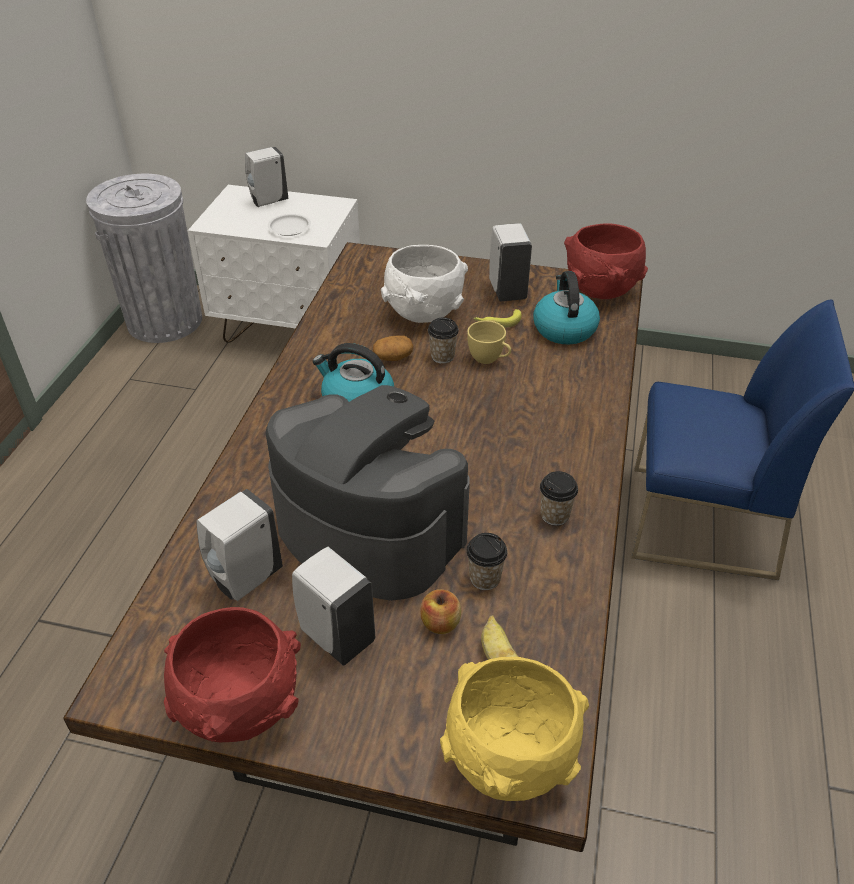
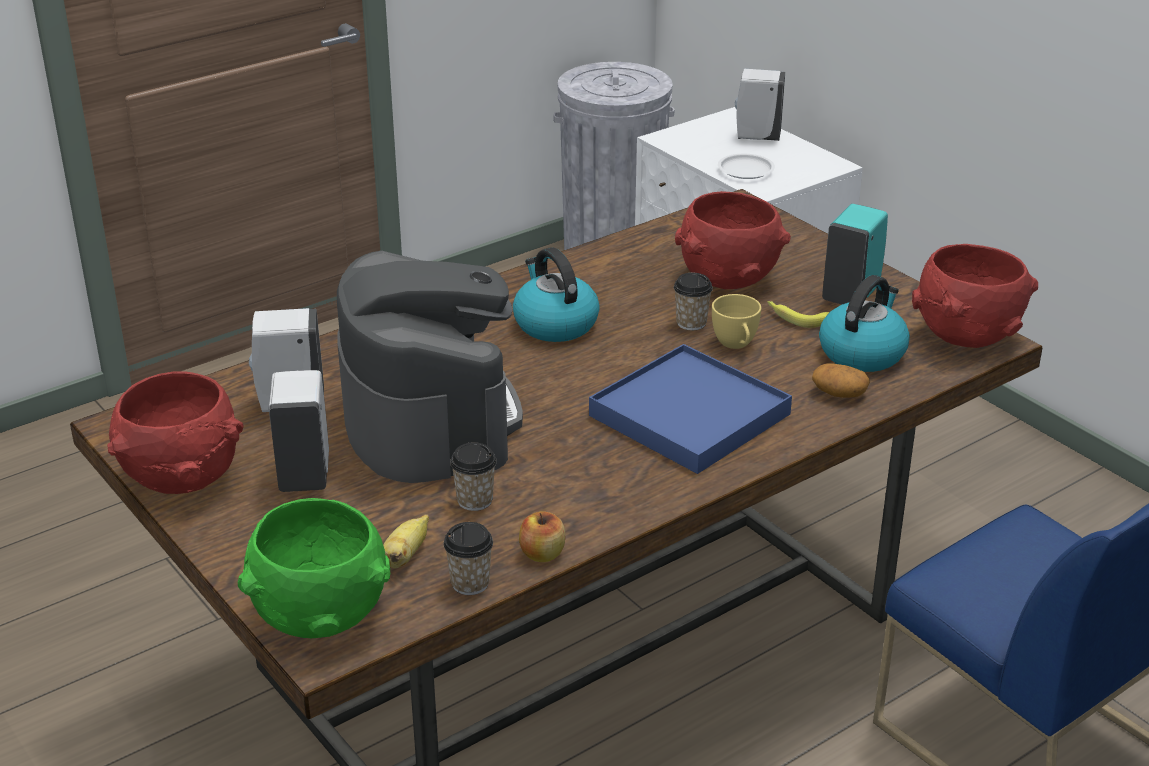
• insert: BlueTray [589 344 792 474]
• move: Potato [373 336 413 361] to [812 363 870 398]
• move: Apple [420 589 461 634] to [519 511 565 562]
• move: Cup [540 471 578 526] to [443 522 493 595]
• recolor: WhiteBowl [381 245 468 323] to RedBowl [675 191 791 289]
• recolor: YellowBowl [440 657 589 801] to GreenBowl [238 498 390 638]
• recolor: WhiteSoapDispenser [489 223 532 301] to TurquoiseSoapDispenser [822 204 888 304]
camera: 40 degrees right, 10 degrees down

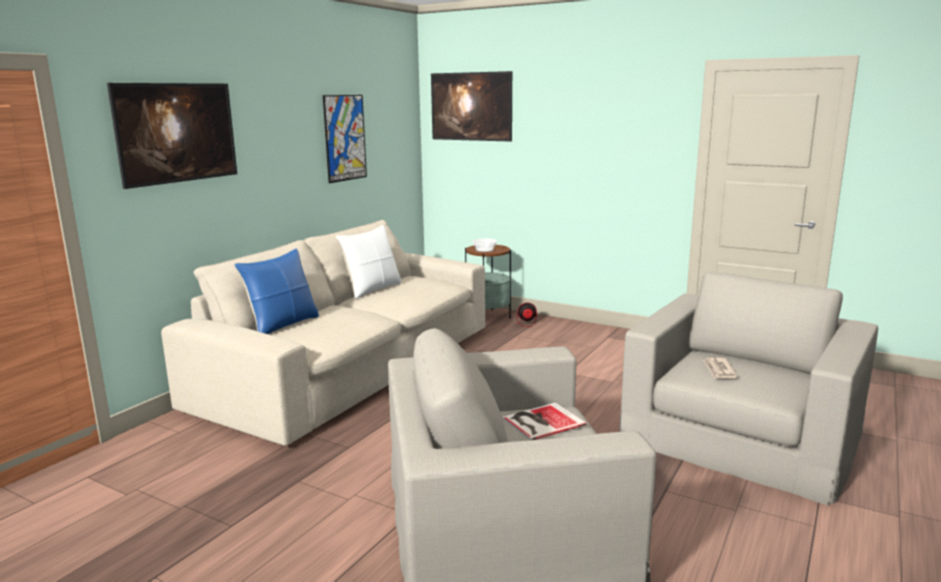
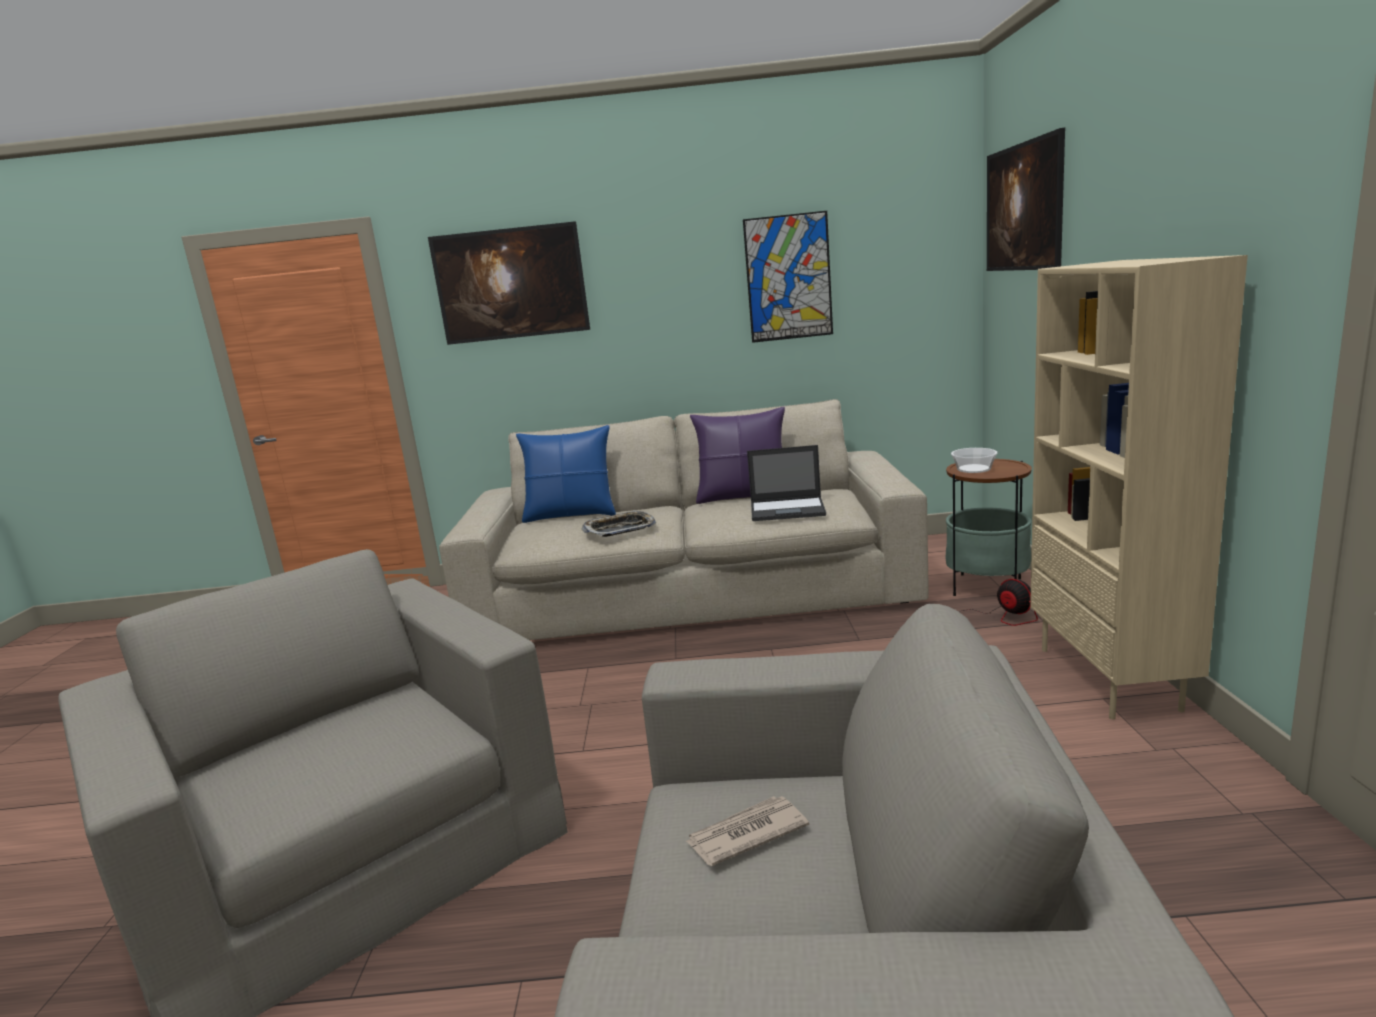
• delete: Book [502 403 586 440]
• insert: Tray [581 510 656 537]
• insert: Laptop [747 445 826 521]
• insert: BeigeBookcase [1030 255 1248 719]
• recolor: WhitePillow [336 225 401 299] to PurplePillow [690 407 785 504]
camera: 60 degrees right, 0 degrees up

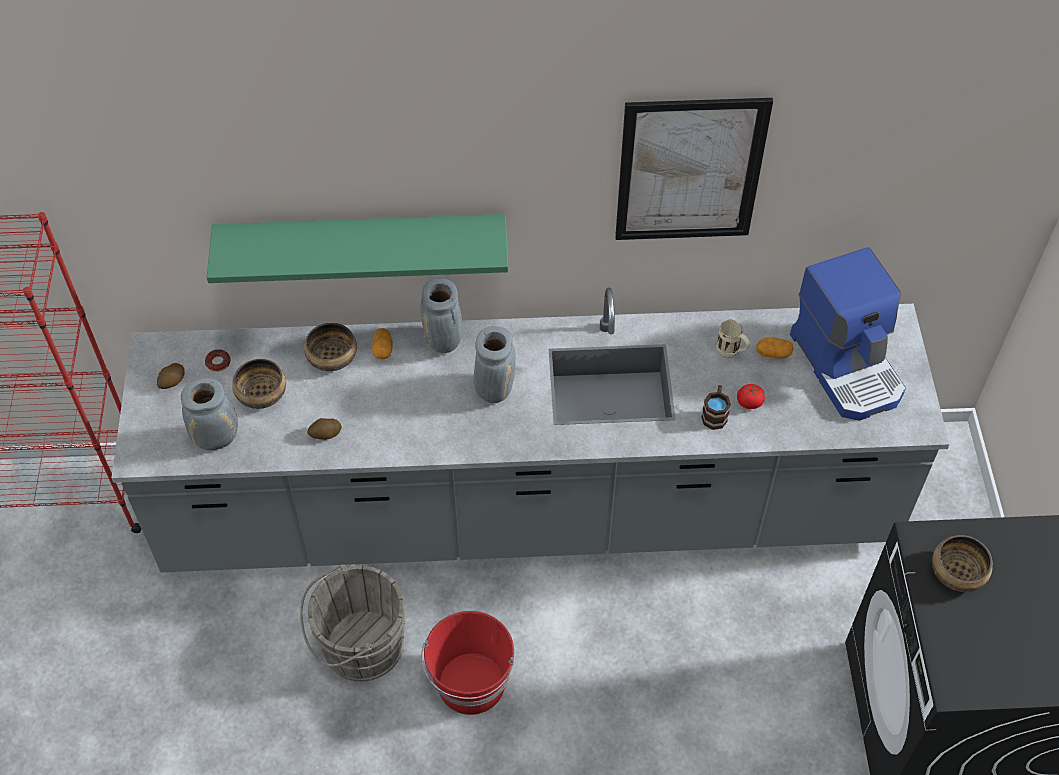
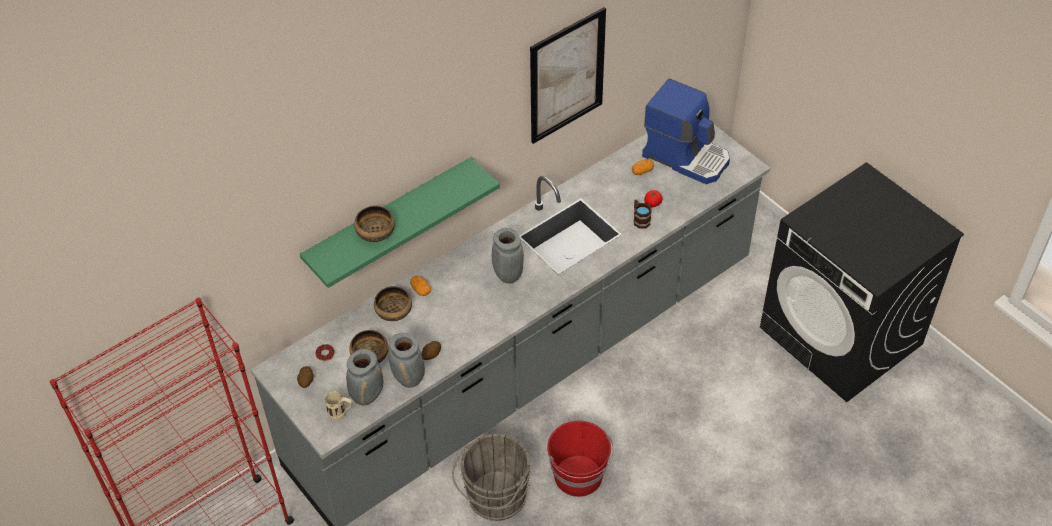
• move: GreyVase [420 278 463 353] to [388 333 425 388]
• move: BeigeMug [716 320 750 359] to [325 391 352 420]
• move: Bowl [932 535 992 592] to [354 206 395 242]
camera: 35 degrees left, 5 degrees down

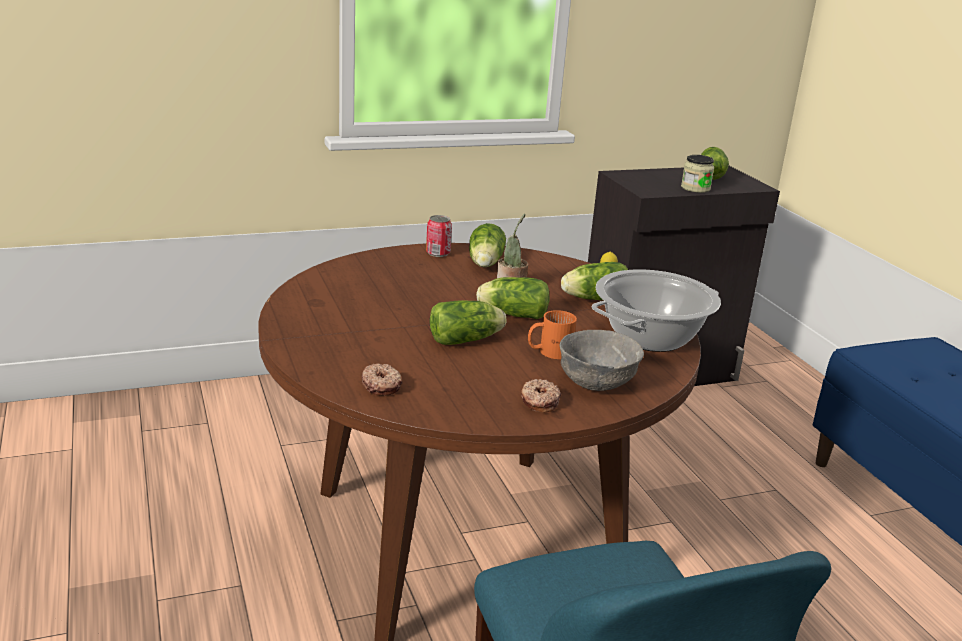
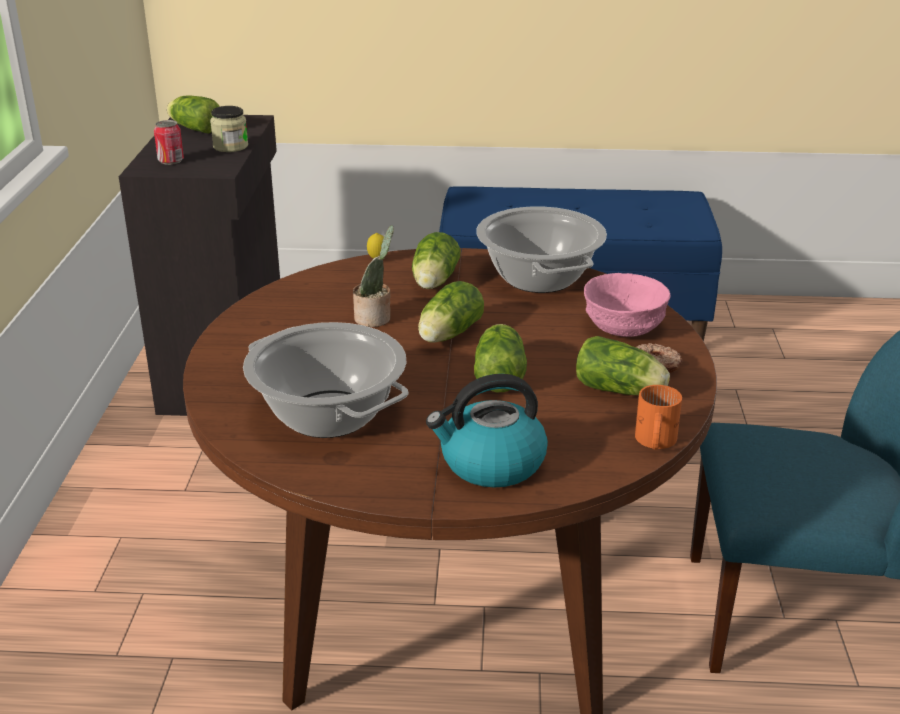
• delete: Donut [362 363 402 396]
• insert: CookingPot [243 322 409 438]
• insert: Kettle [426 374 548 488]
• move: Can [426 215 452 257] to [154 120 184 165]
• move: Lettuce [469 223 506 267] to [576 336 670 395]
• move: OrangeMug [528 310 577 359] to [635 385 682 450]
• recolor: GreyBowl [559 330 644 391] to PinkBowl [584 273 671 337]
camera: 65 degrees left, 5 degrees up

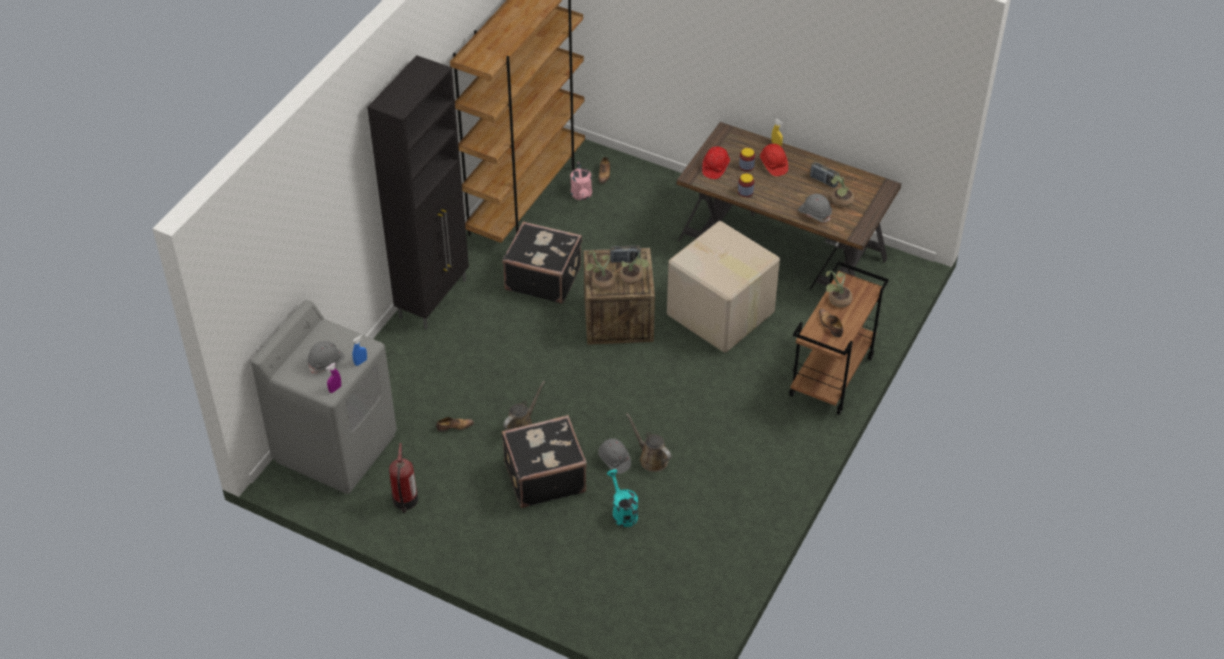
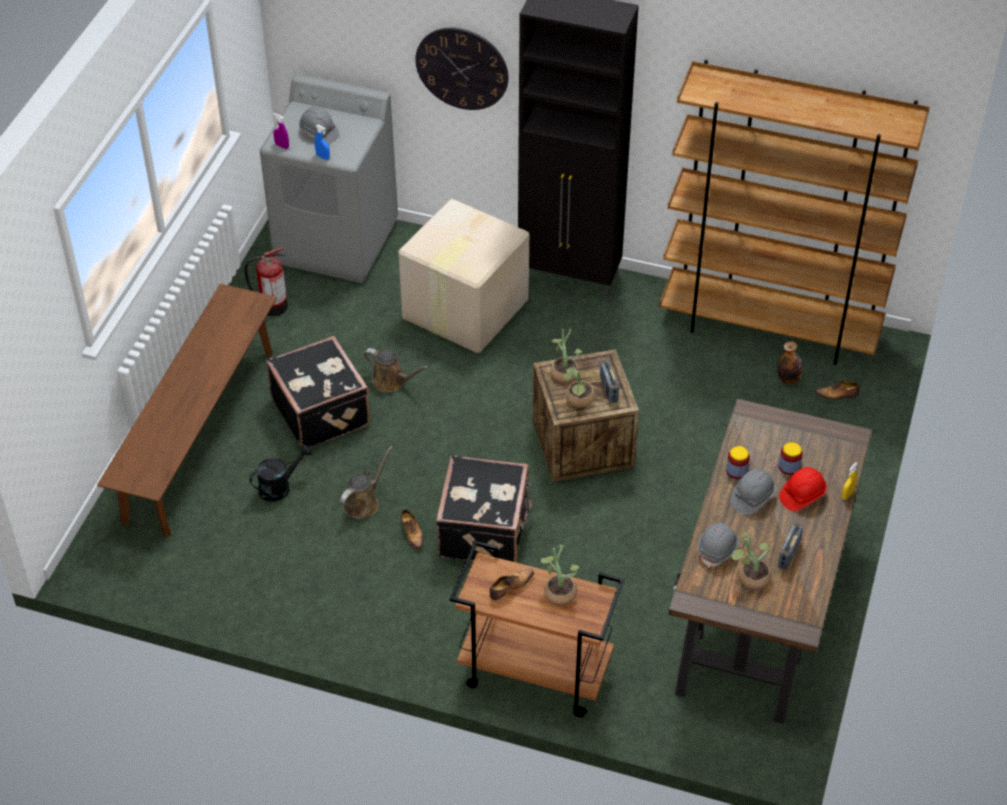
• delete: RedHardHat [702 146 730 179]
• insert: BrownBench [97 284 277 538]
• insert: WallClock [415 28 509 110]
• move: Shoe [436 417 474 432] to [401 509 423 549]
• move: BlackSuitcase [502 221 582 304] to [436 455 533 562]
• move: GreyHardHat [598 438 631 474] to [731 469 775 515]
• move: CardboardBox [667 221 780 352] to [398 199 529 353]
• replace: PinkWateringCan [570 162 592 200] to Bottle [778 341 802 384]
• recolor: TurquoiseWateringCan [607 469 638 527] to BlackWateringCan [250 444 312 502]
camera: 80 degrees right, 0 degrees up

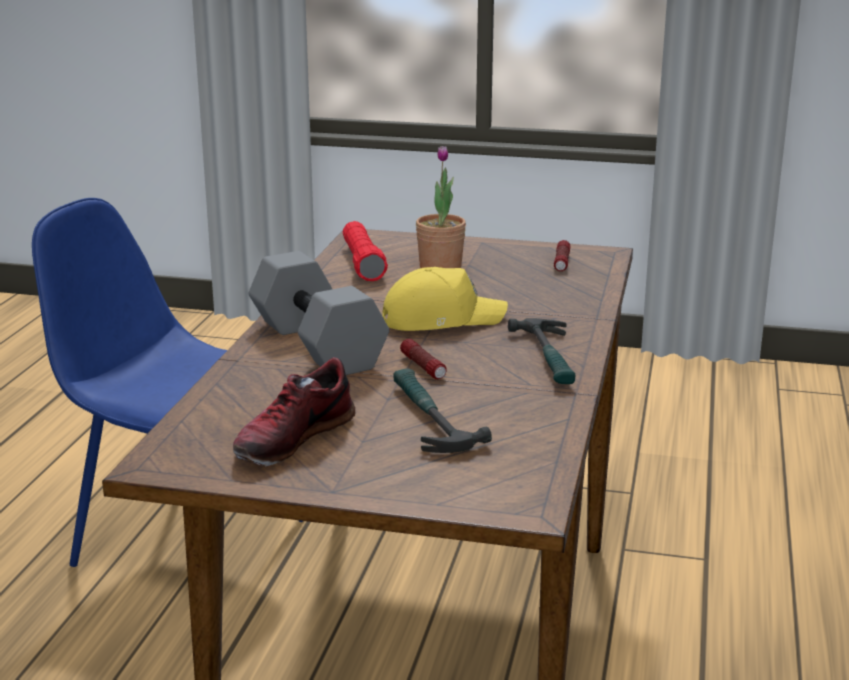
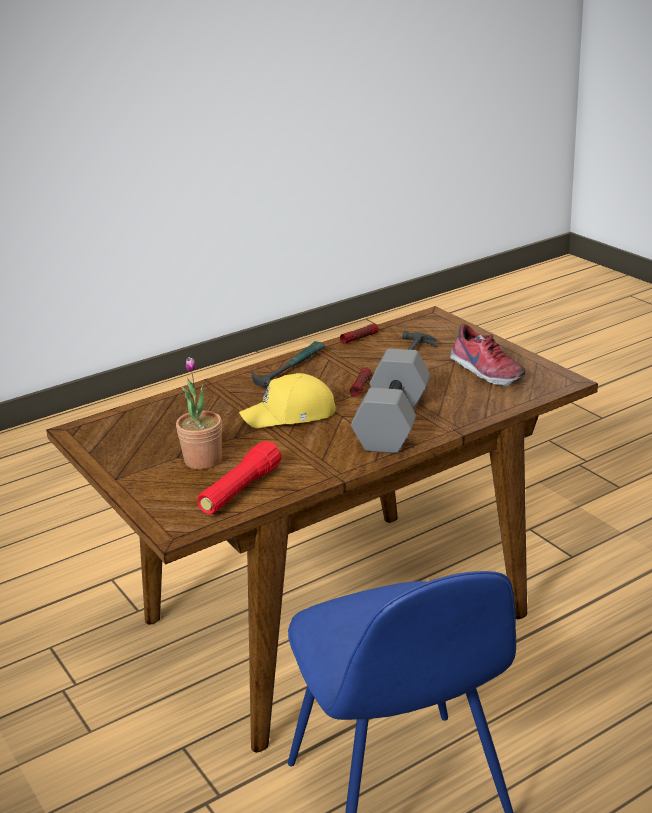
• move: Flashlight [554 240 571 271] to [340 324 379 344]
• rotate: Shoe [233 357 356 466] = [450 324 526 386] 60 degrees clockwise
• rotate: YellowCap [382 267 508 331] = [239 373 336 428] 45 degrees counterclockwise
camera: 135 degrees left, 5 degrees up

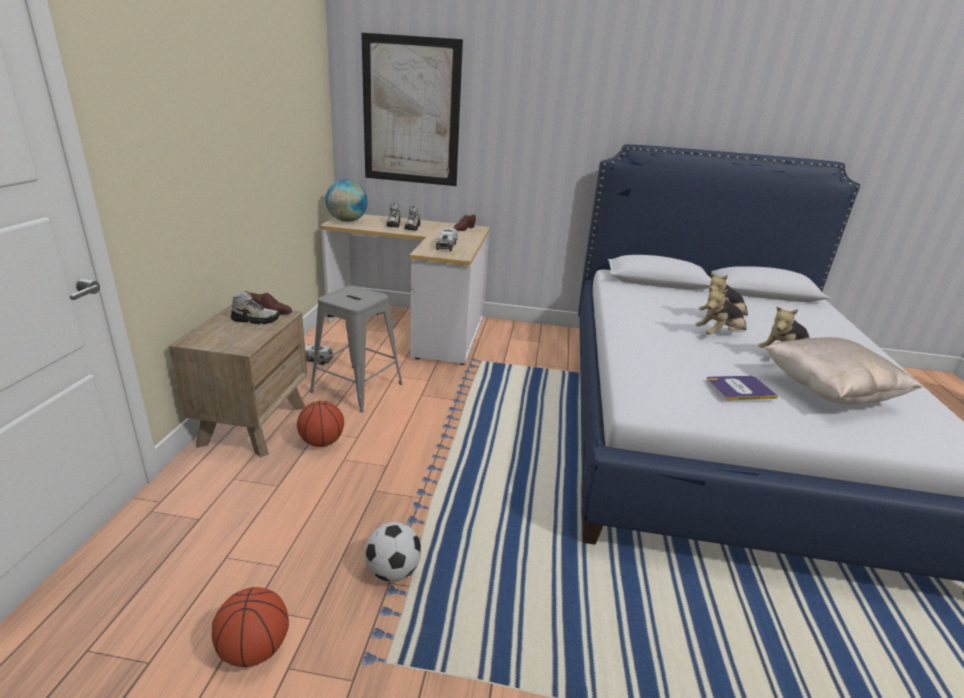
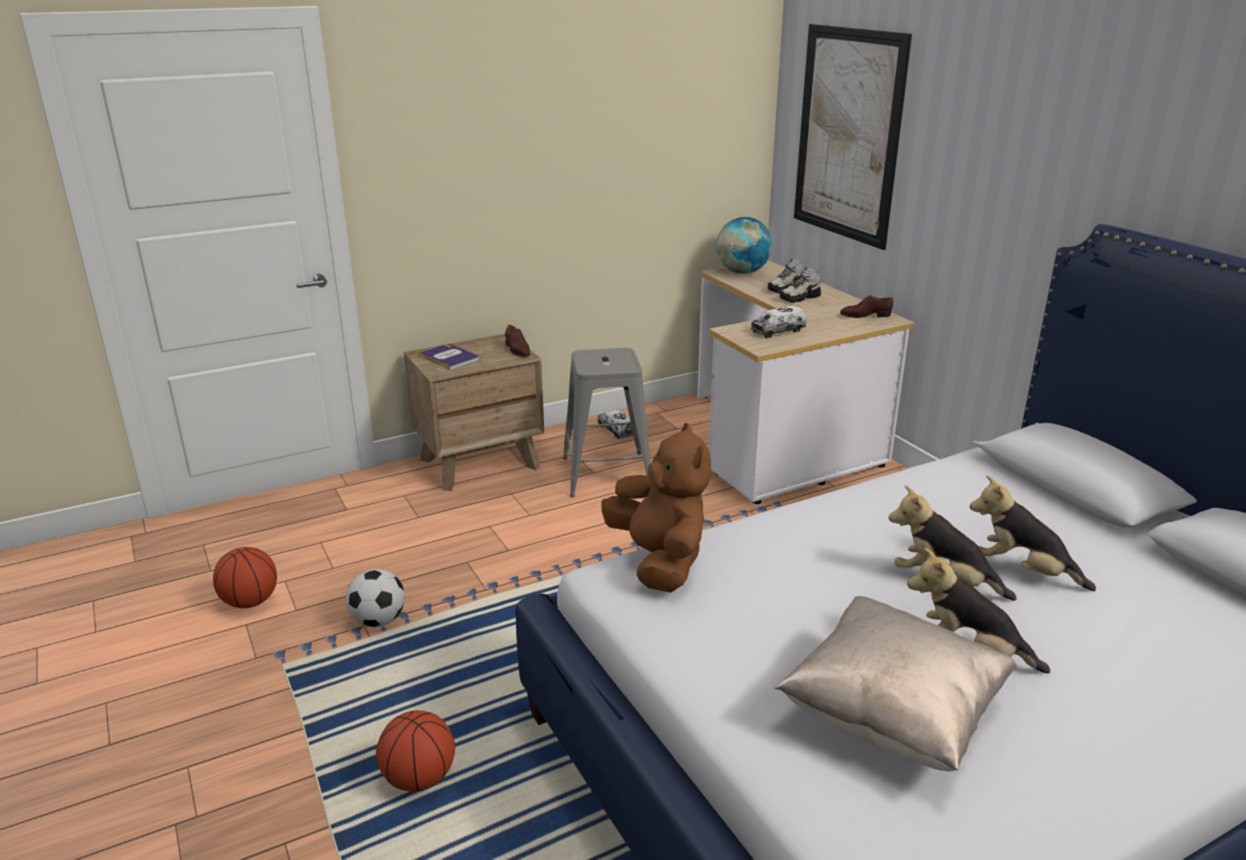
• delete: Shoe [231 291 280 324]
• insert: BrownPlushToy [601 423 711 593]
• move: Basketball [297 401 344 447] to [376 710 455 792]
• move: Book [706 376 778 401] to [418 344 479 370]
camera: 55 degrees right, 0 degrees up

